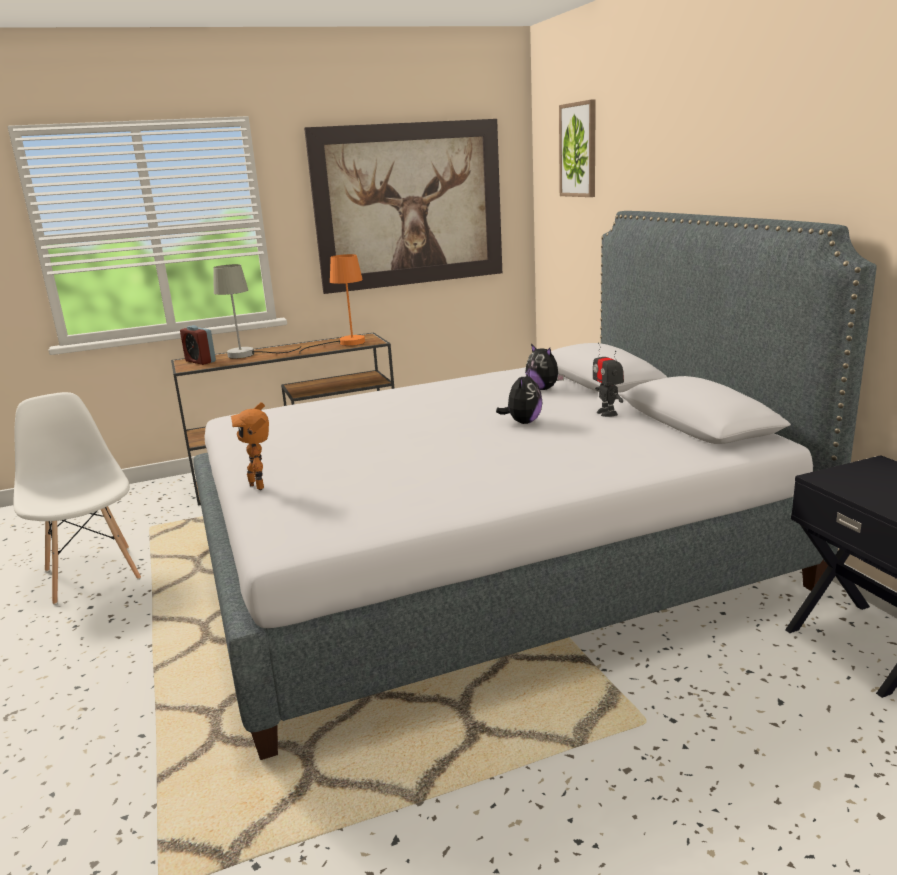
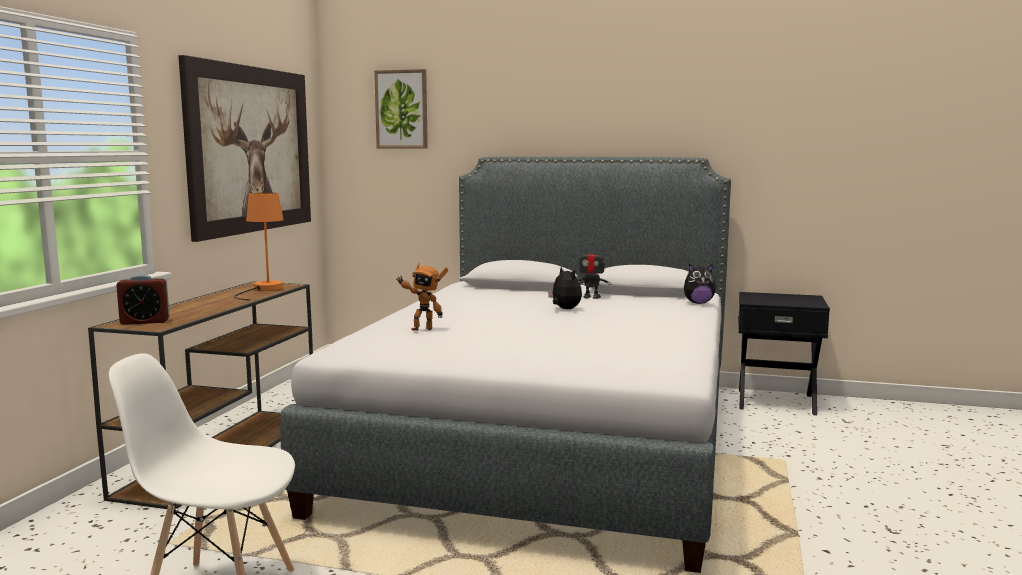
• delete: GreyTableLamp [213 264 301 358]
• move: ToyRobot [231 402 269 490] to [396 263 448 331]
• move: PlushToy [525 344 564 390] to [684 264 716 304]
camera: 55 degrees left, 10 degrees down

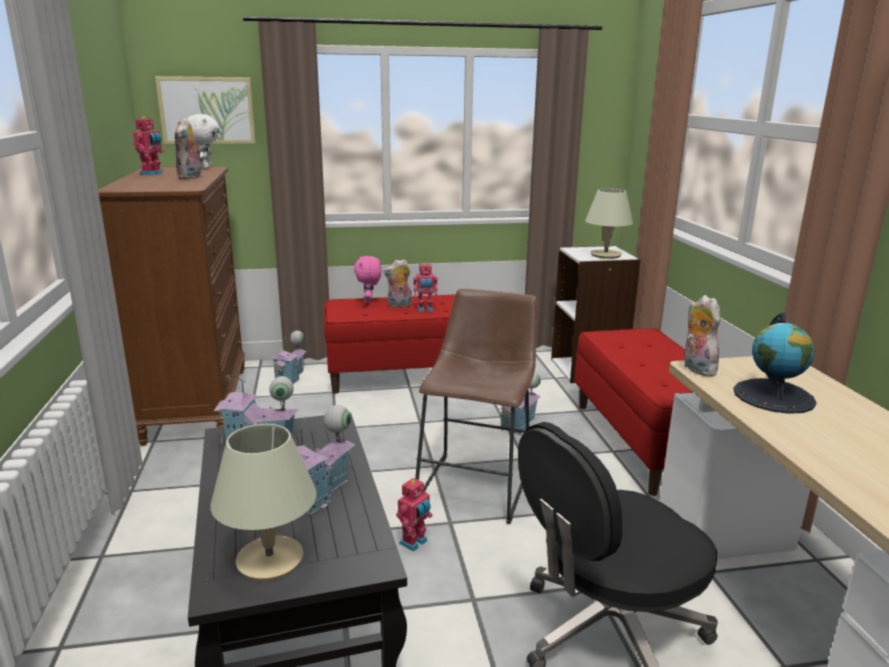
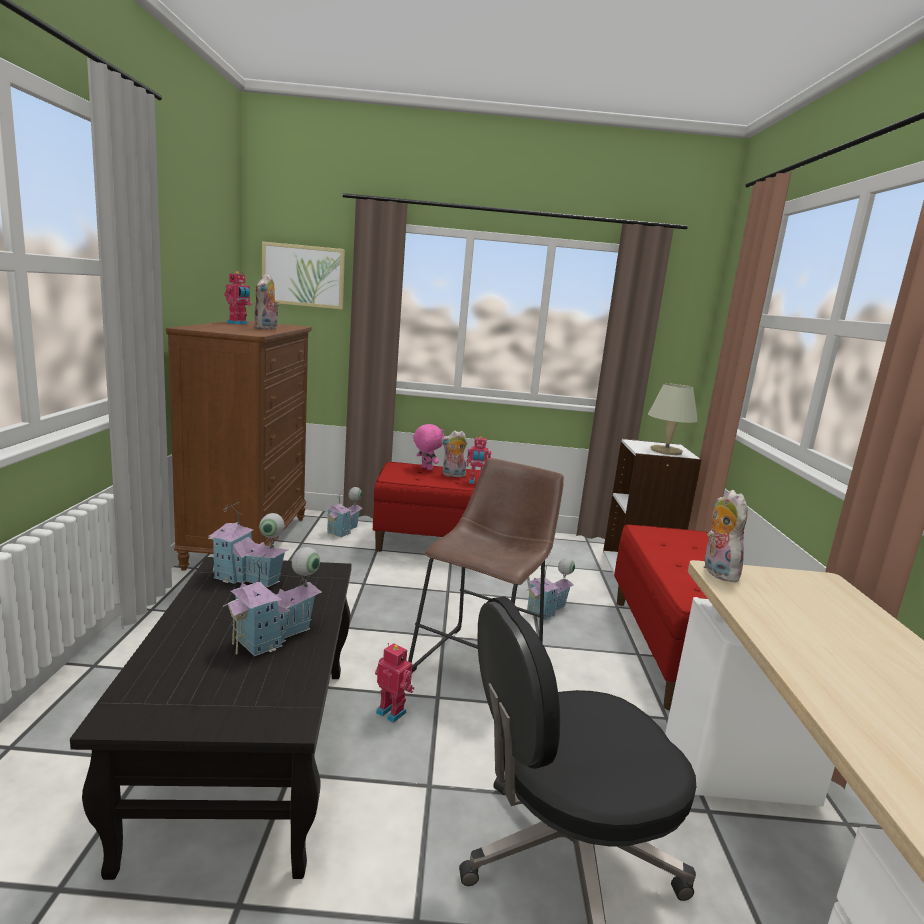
• delete: WhitePlushToy [187 114 219 169]
• delete: BeigeTableLamp [211 424 317 581]
• delete: Globe [733 313 817 414]
• rotate: PinkPlushToy [354 256 381 304] = [413 424 444 470] 135 degrees clockwise
• rotate: ToyRobot [396 477 432 552] = [375 643 414 723] 105 degrees counterclockwise
camera: 10 degrees right, 5 degrees down

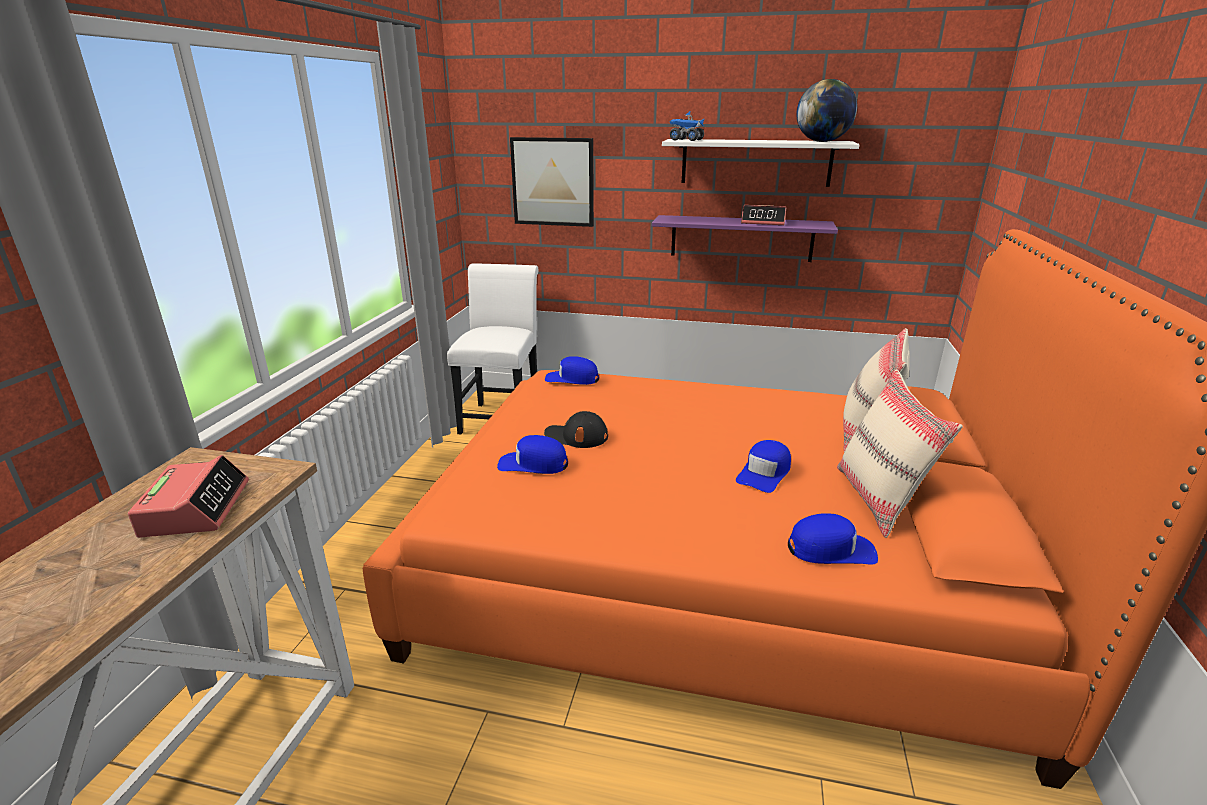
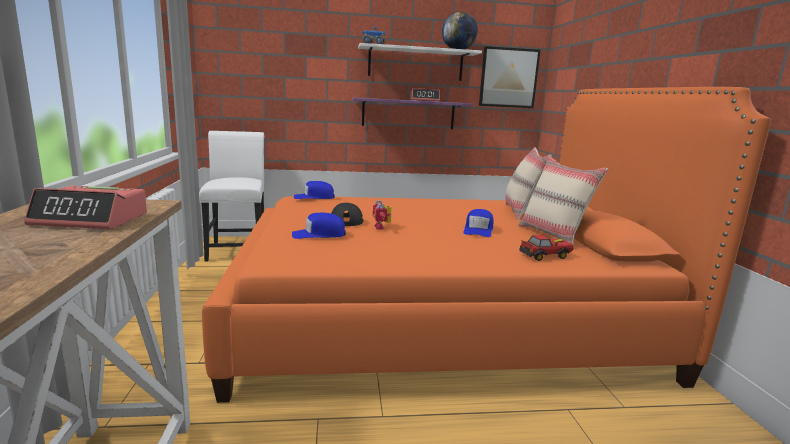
• insert: ToyRobot [372 200 392 230]
• move: Picture [510 137 594 227] to [479 46 541 108]
• replace: BlueCap [788 514 878 564] to ToyCar [519 235 573 261]
• rotate: AlarmClock [128 455 249 538] = [24 186 147 229] 120 degrees clockwise
camera: 20 degrees left, 10 degrees down

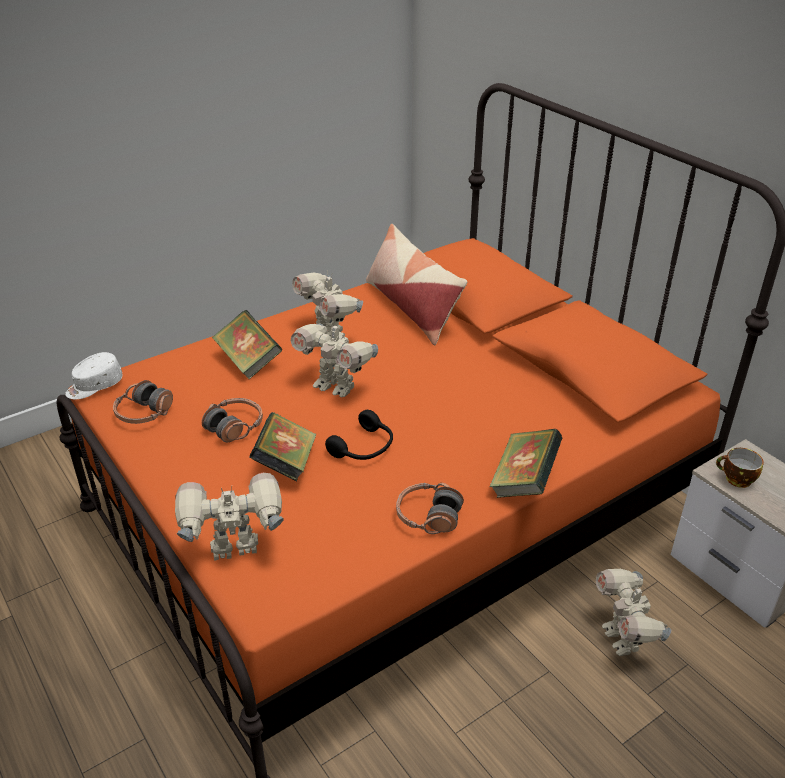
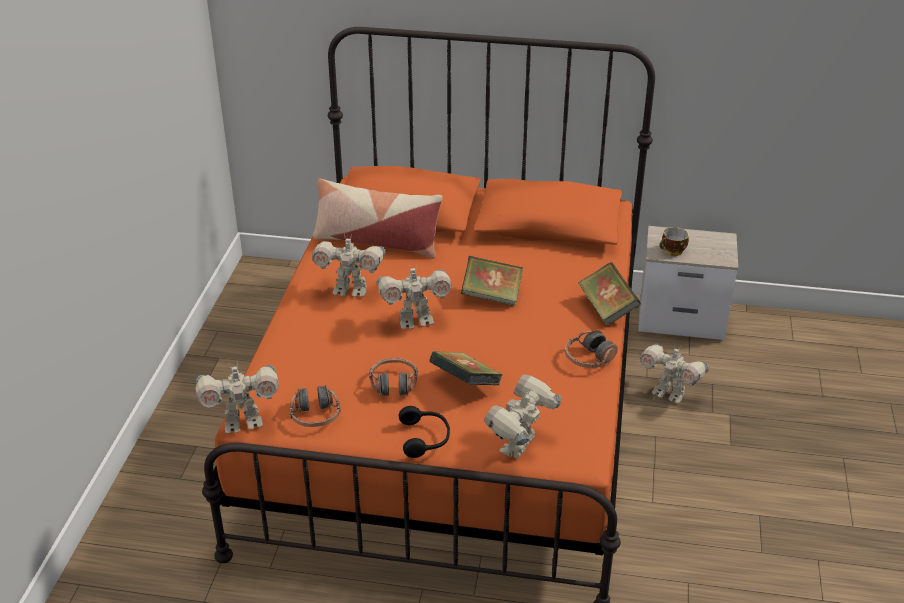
• move: Book [212 310 282 380] to [461 256 523 306]
• move: BlackHeadphones [325 410 393 460] to [399 406 450 458]
• replace: WhiteCap [65 352 122 399] to ToyRobot [196 363 278 434]
camera: 45 degrees left, 0 degrees up

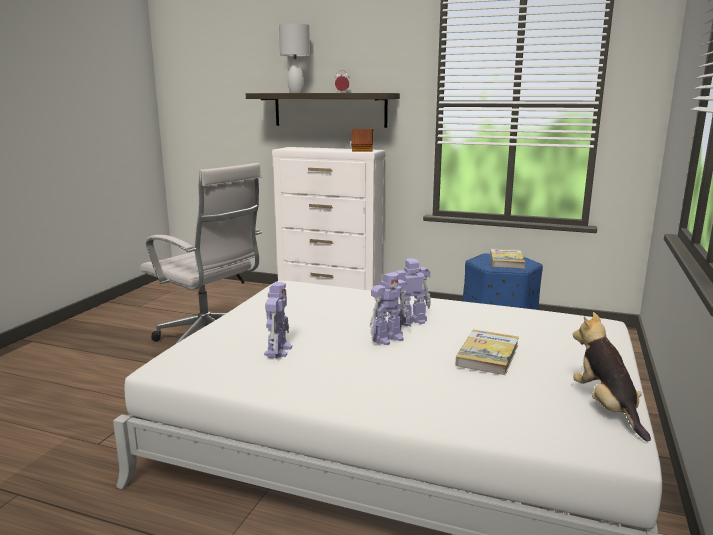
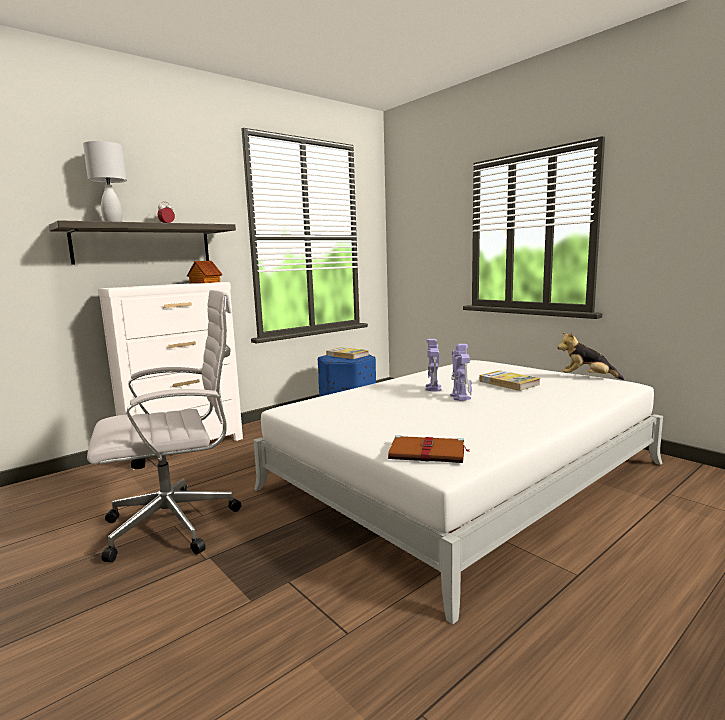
• delete: ToyRobot [264 282 292 358]
• insert: BrownBook [388 435 471 463]
camera: 60 degrees left, 5 degrees down

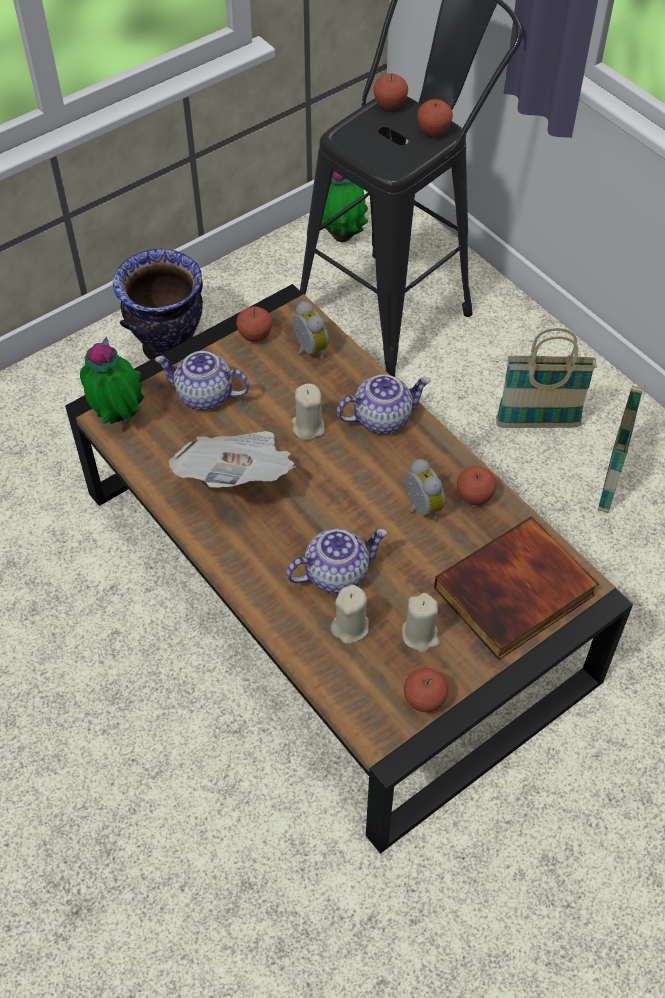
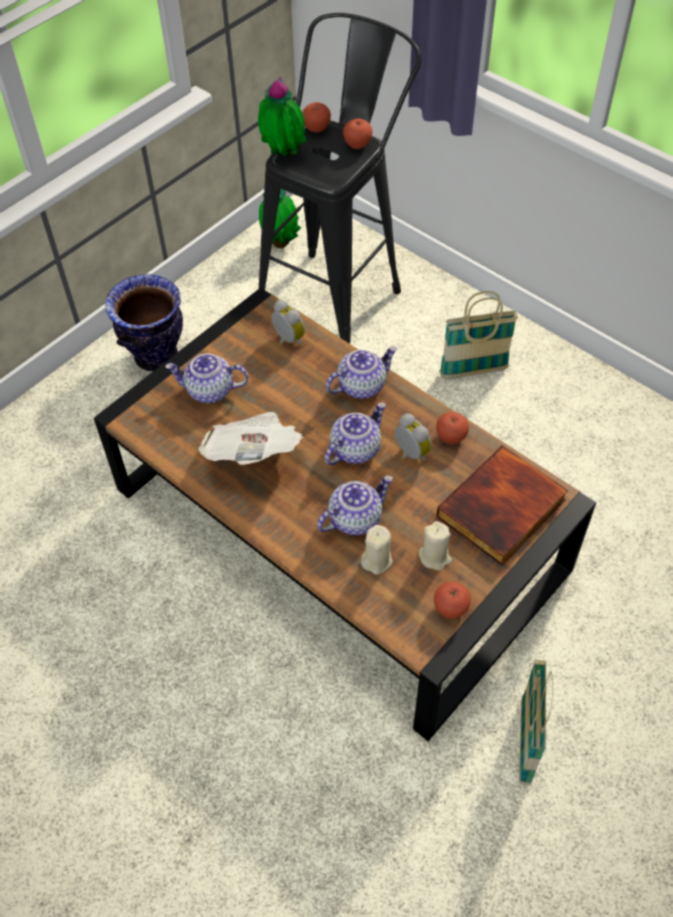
• delete: Apple [236 306 272 342]
• delete: BeigeCandle [292 384 325 440]
• insert: Teapot [324 402 386 465]
• move: PottedPlant [80 337 144 424] to [258 76 306 157]
• move: Basket [598 383 646 513] to [519 660 553 785]
camera: 10 degrees left, 0 degrees up

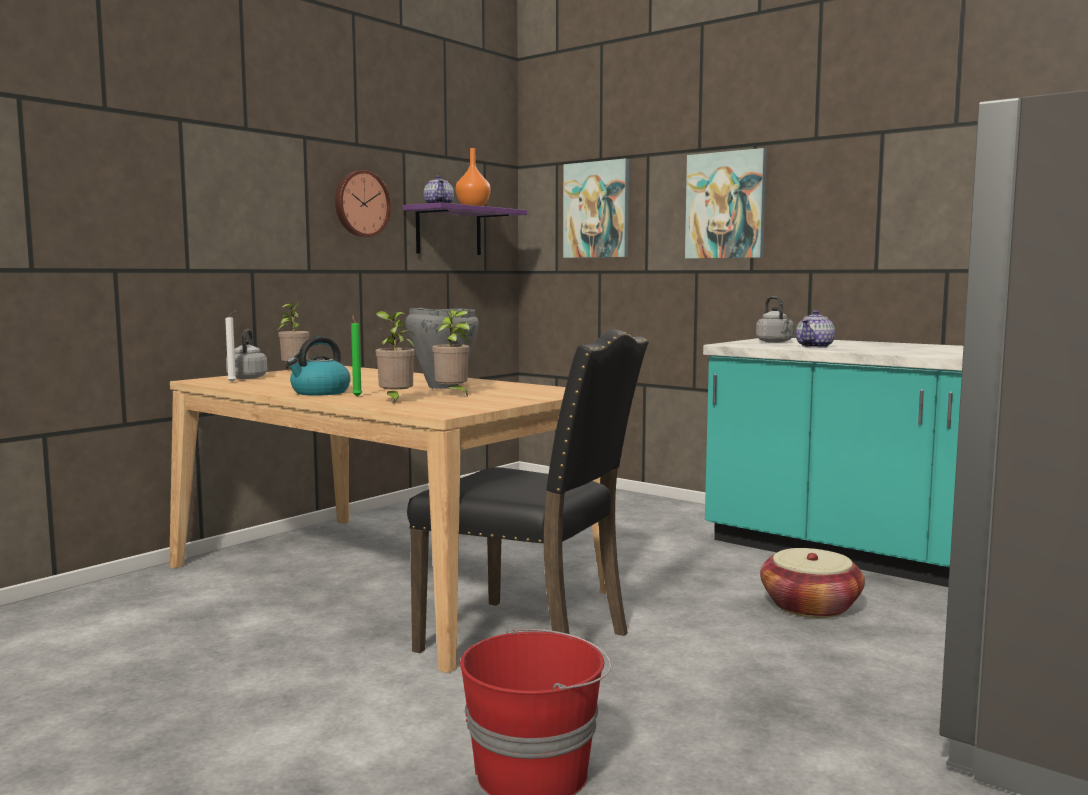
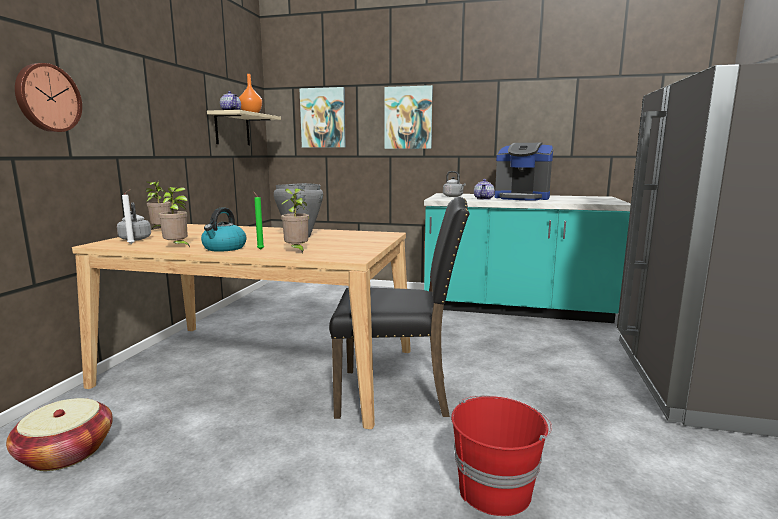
• insert: CoffeeMachine [495 143 553 201]
• move: WallClock [335 170 391 237] to [15 63 82 132]
• move: PottedPlant [432 310 470 397] to [158 187 190 247]
• move: Basket [760 548 865 618] to [6 398 113 471]
• recolor: PurpleShelf [403 202 527 255] to BeigeShelf [207 110 281 145]
camera: 25 degrees left, 5 degrees up

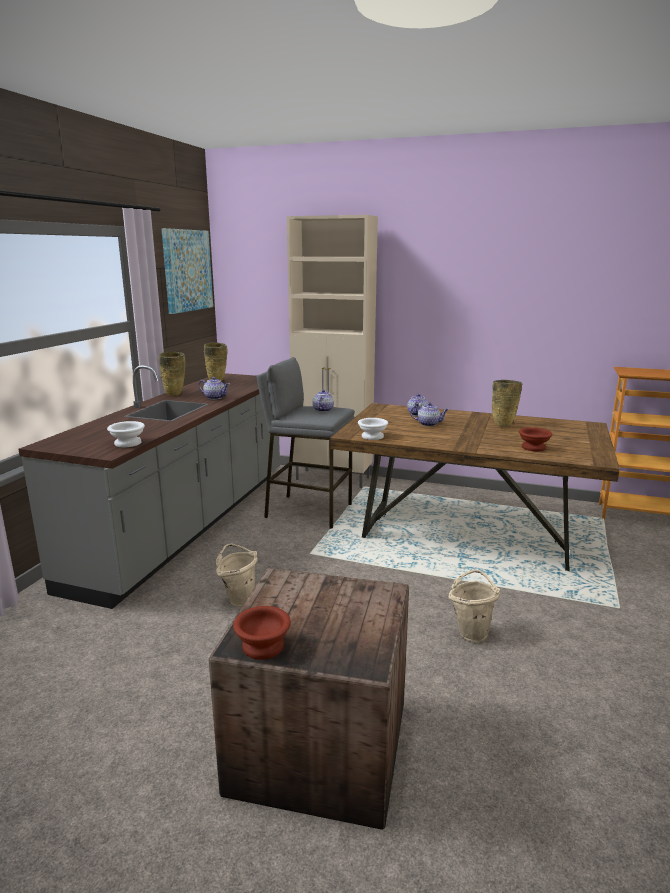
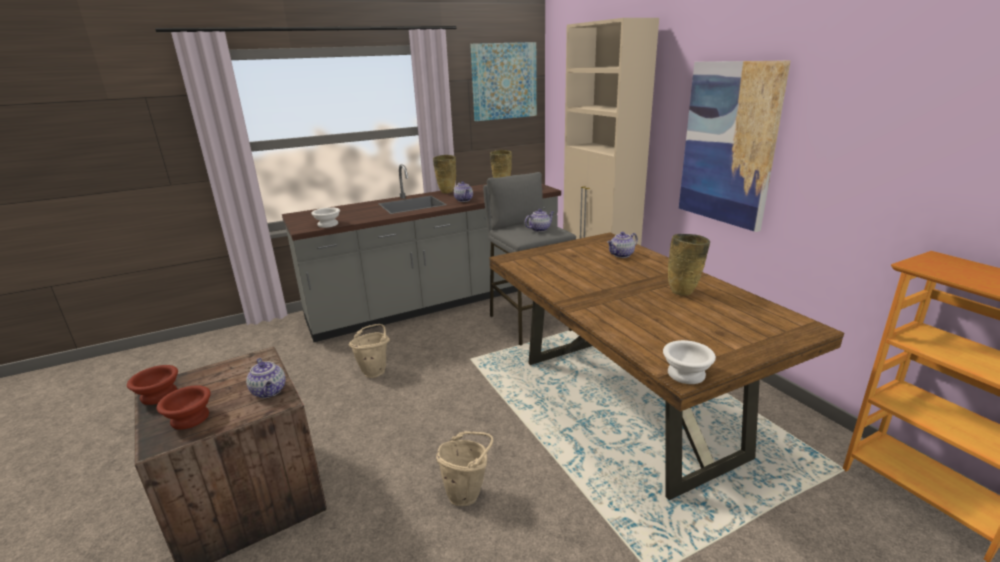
• insert: Picture [679 61 790 232]
• move: WhiteBowl [358 418 388 440] to [663 340 716 384]
• move: Teapot [410 403 449 426] to [246 358 286 398]
• move: BrownBowl [519 427 552 451] to [157 385 211 430]
camera: 45 degrees right, 5 degrees up

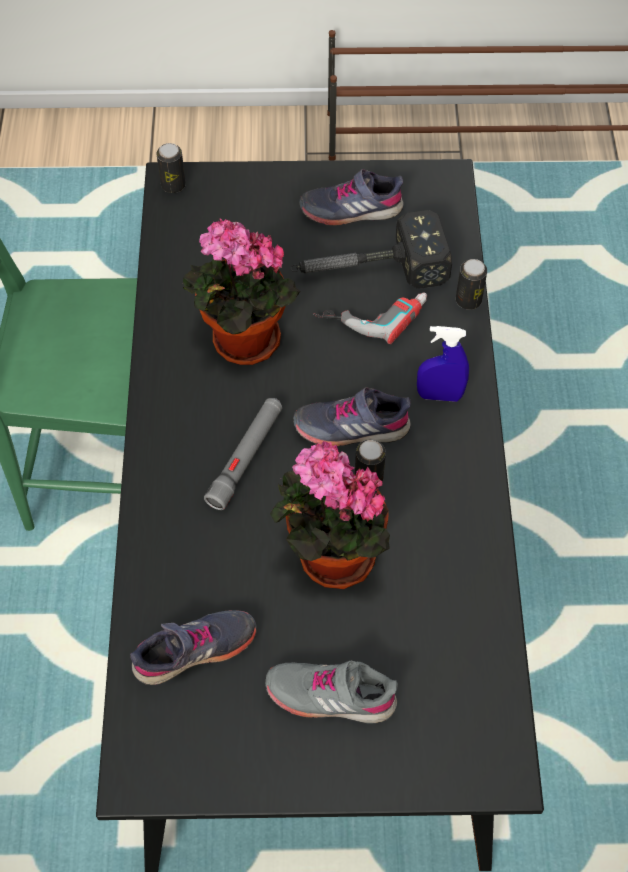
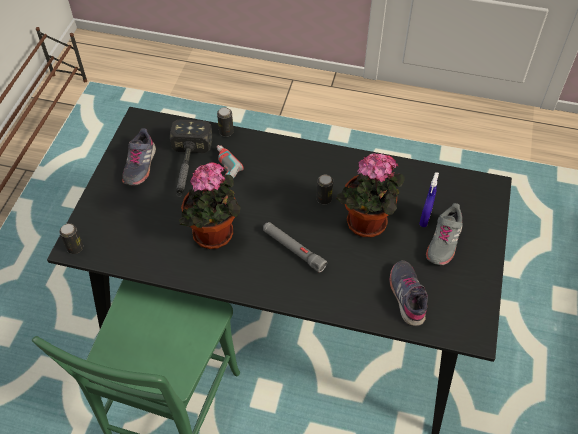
• delete: GreyShoe [293 387 411 447]
• move: BlueSprayBottle [417 326 469 402] to [419 172 439 227]
camera: 75 degrees left, 5 degrees down

